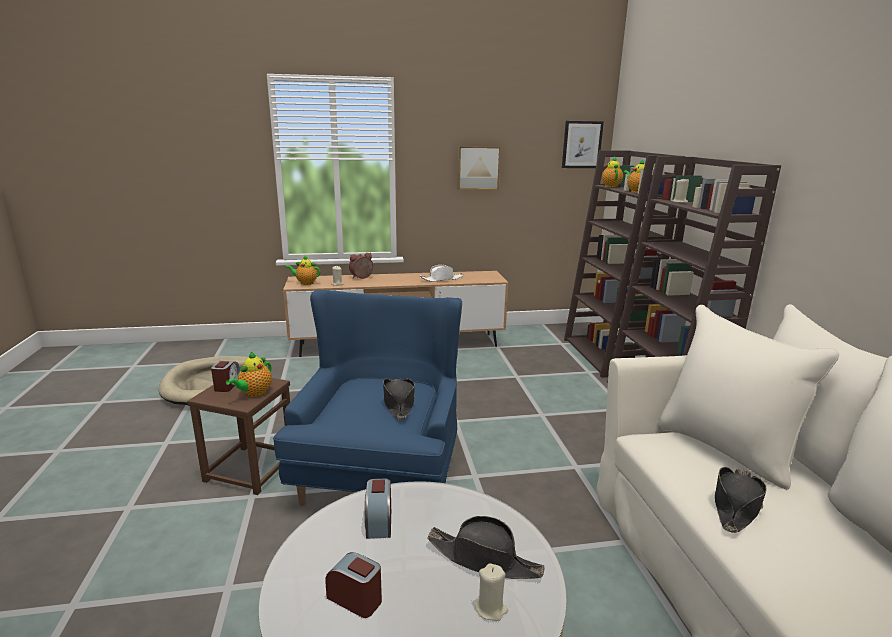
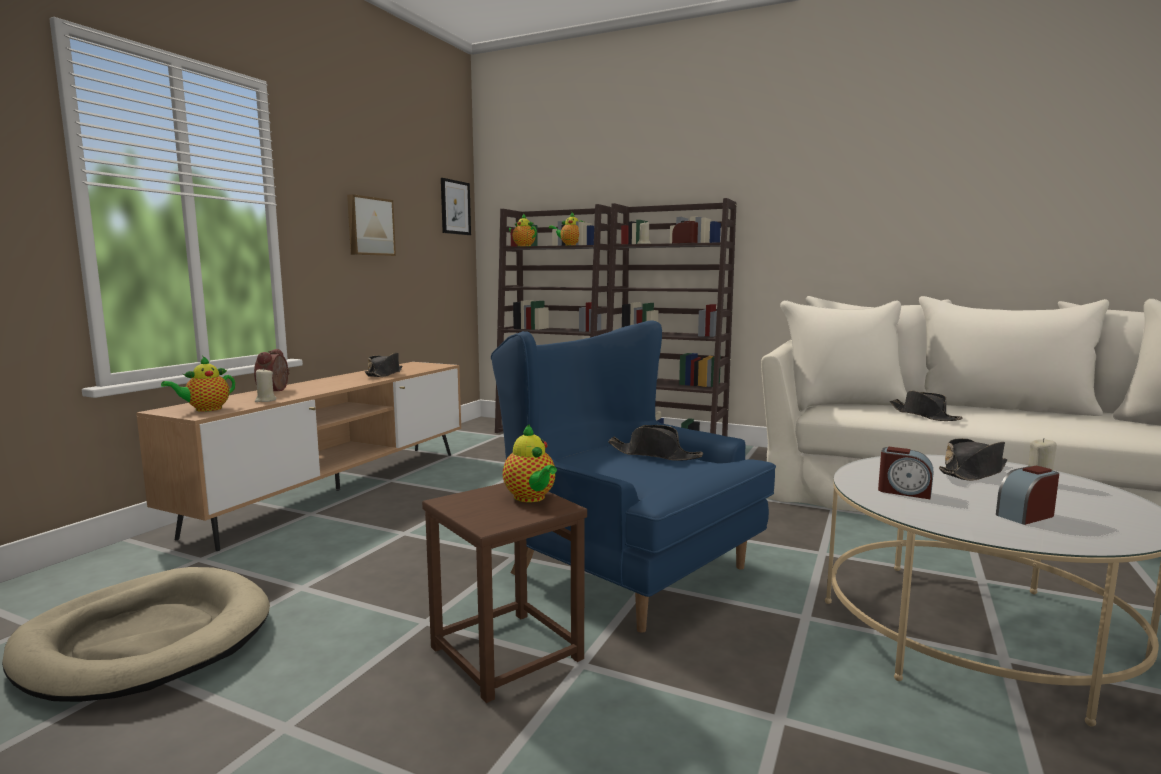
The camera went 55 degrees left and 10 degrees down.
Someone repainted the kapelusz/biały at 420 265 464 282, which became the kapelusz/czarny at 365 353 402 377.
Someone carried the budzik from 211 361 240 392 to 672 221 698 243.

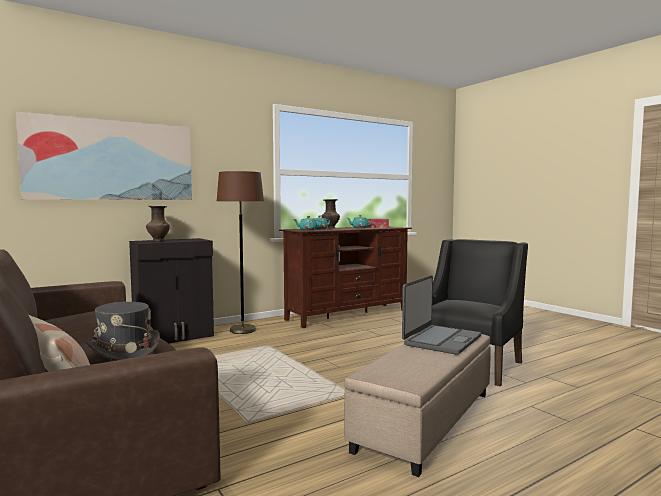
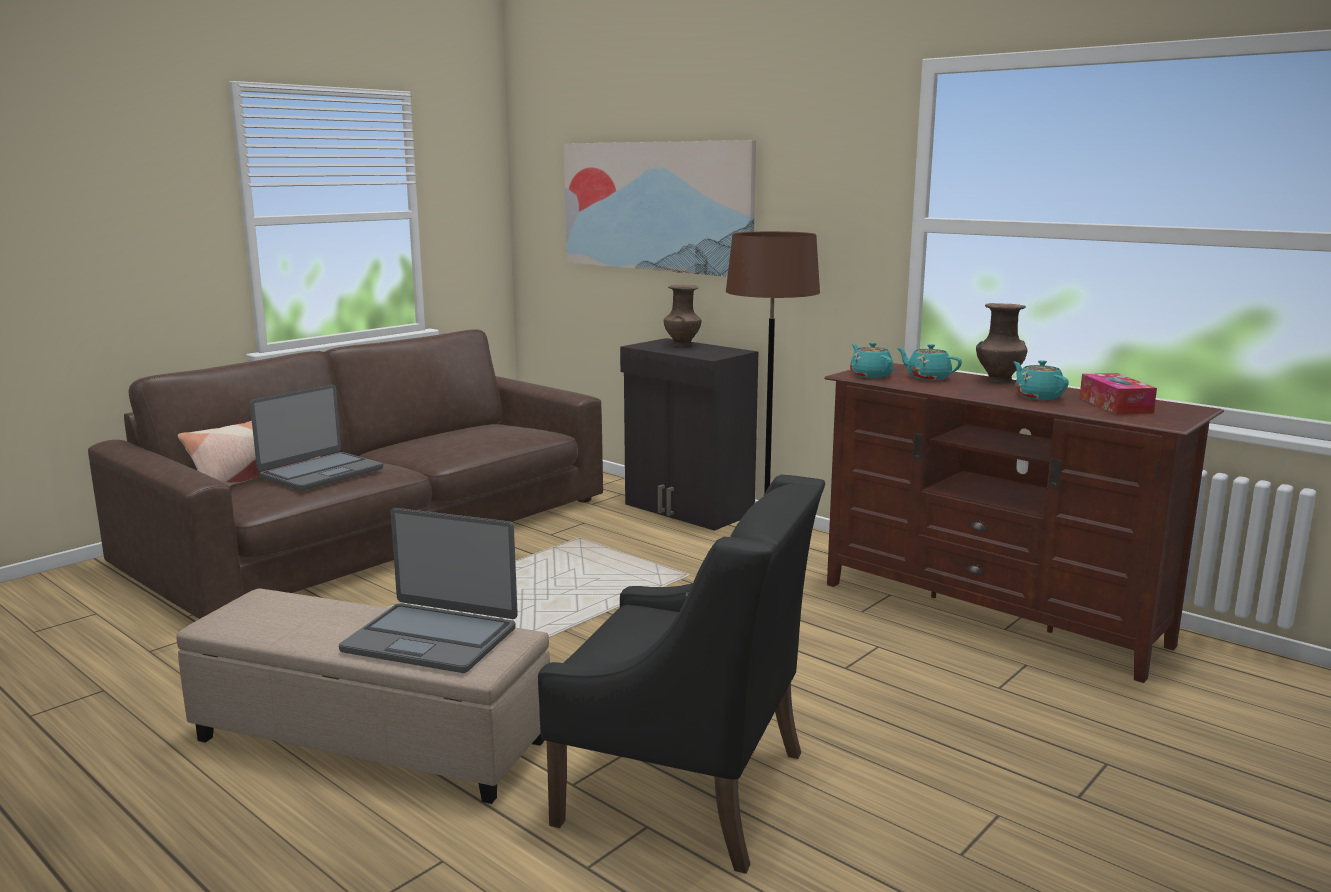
The camera went 75 degrees right and 10 degrees up.
Someone swapped the kapelusz/szary at 85 302 160 361 for the laptop at 250 384 383 491.

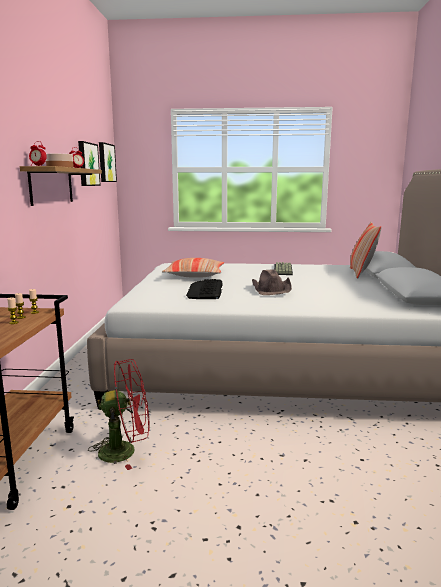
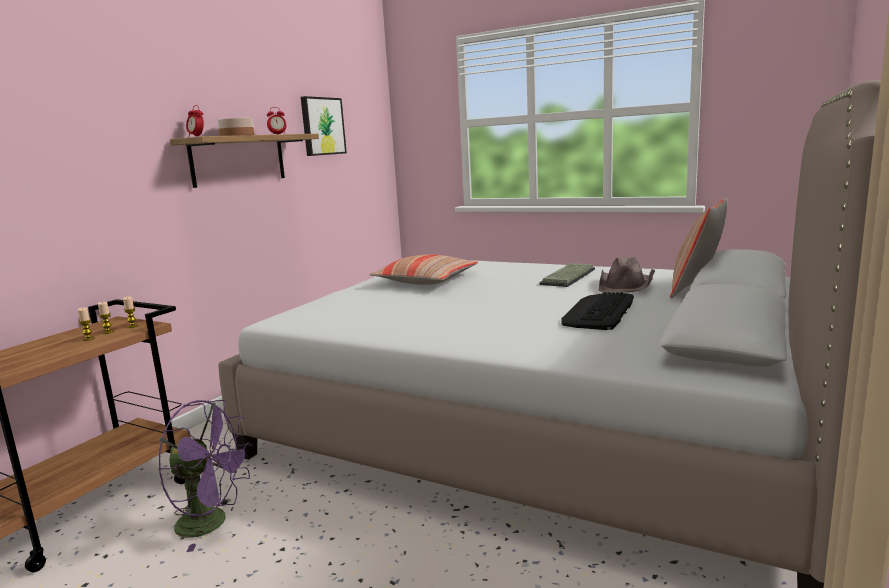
The camera went 25 degrees right and 0 degrees up.
Someone took away the obraz at 99 142 117 182.
Someone carried the kapelusz/brązowy from 252 269 292 295 to 599 257 655 293.
Someone carried the klawiatura from 186 279 223 299 to 561 292 634 330.
Someone repainted the wentylator/czerwony at 88 359 150 470, which became the wentylator/fioletowy at 158 400 253 552.

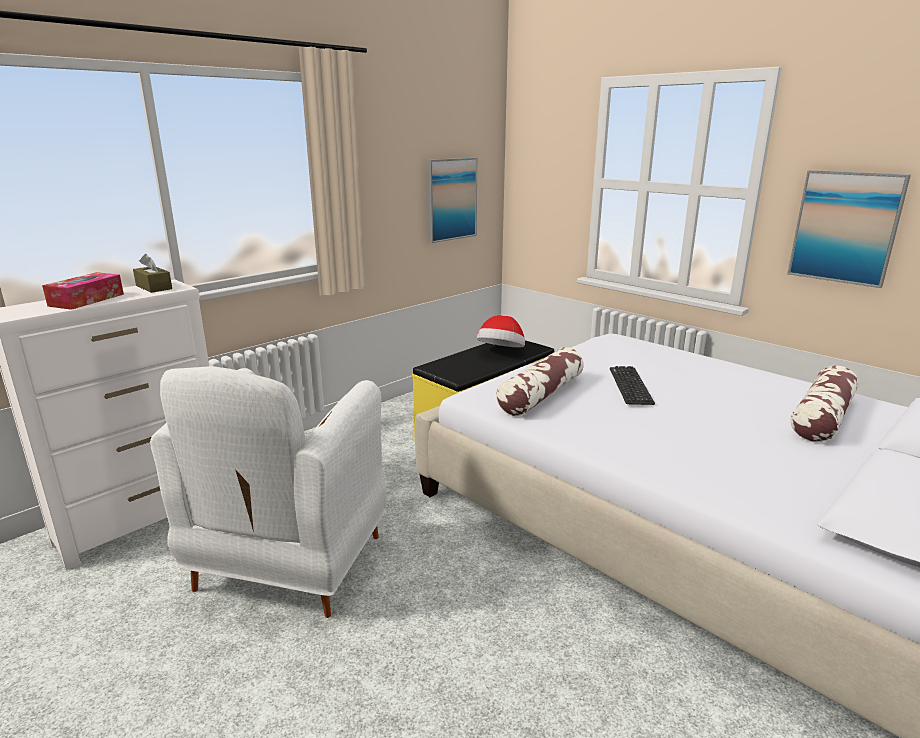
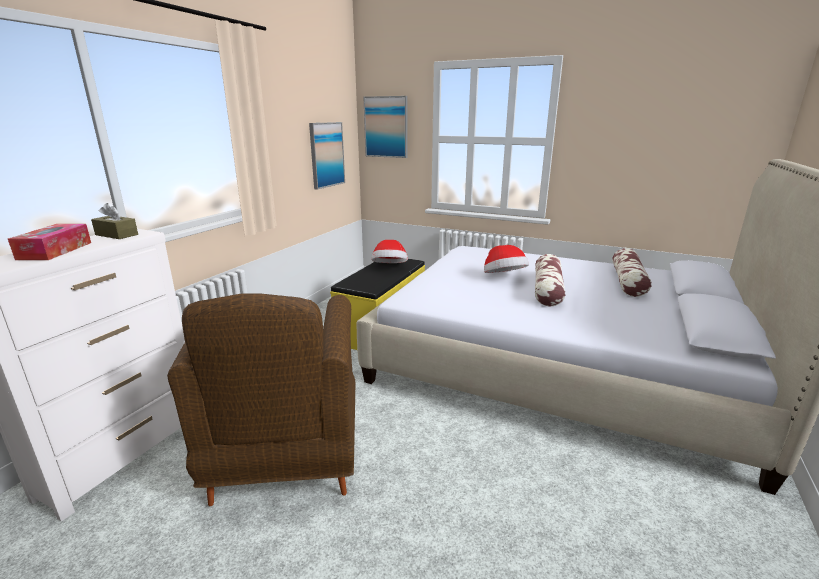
The camera went 20 degrees left and 0 degrees up.
Someone carried the obraz from 787 170 911 288 to 363 96 408 158.
Someone carried the poduszka from 496 347 584 416 to 535 254 566 306.
Someone repainted the fotel/biały at 150 366 386 618, which became the fotel/brązowy at 167 294 356 506.
Someone swapped the klawiatura at 610 366 655 405 for the kapelusz at 484 245 529 273.

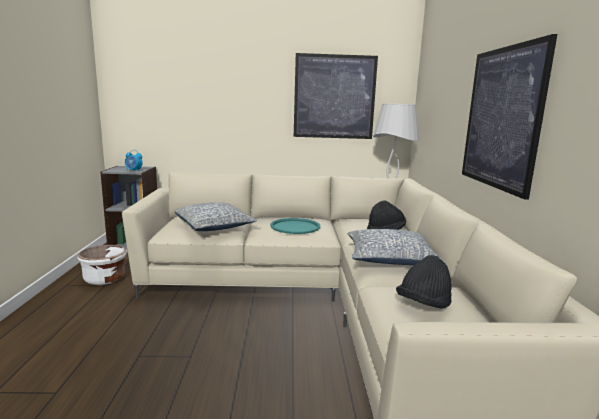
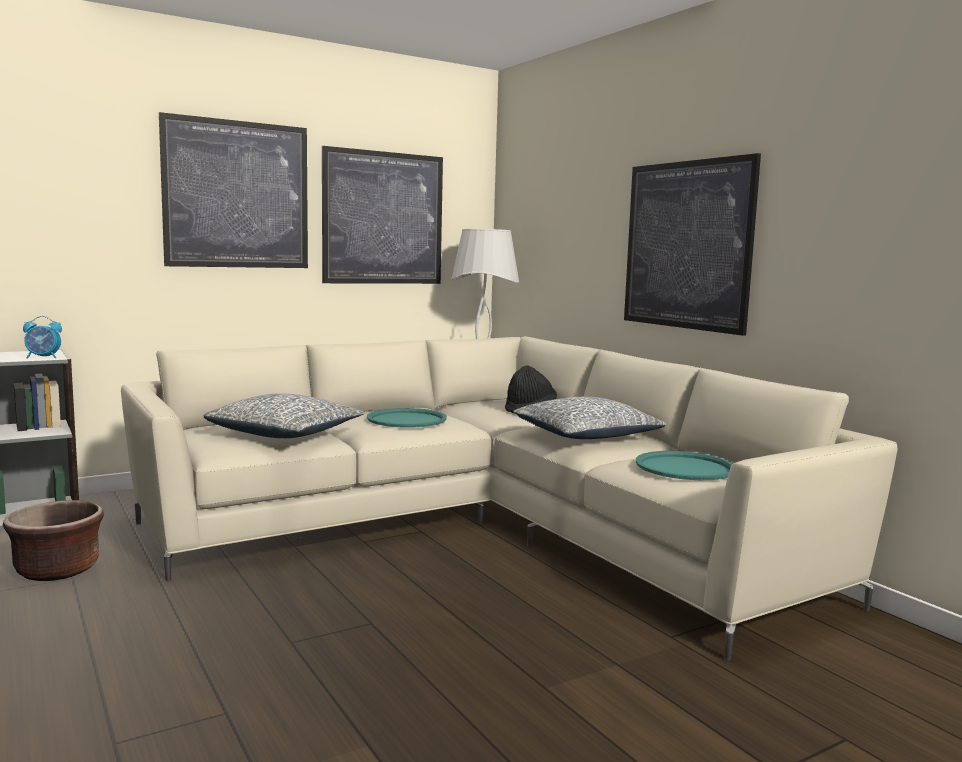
The camera went 30 degrees left and 5 degrees down.
Someone repainted the donica/biały at 77 245 127 285, which became the donica/brązowy at 3 500 104 581.
Someone swapped the kapelusz/czarny at 396 255 452 308 for the taca/turkusowy at 636 451 733 480.
Someone put up the obraz at 159 112 308 268.

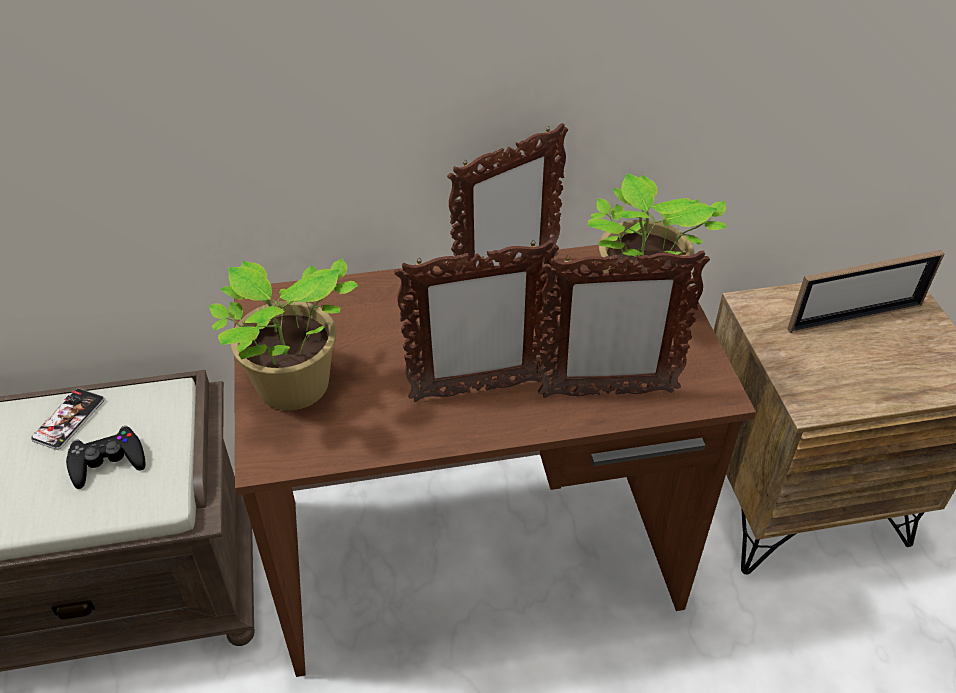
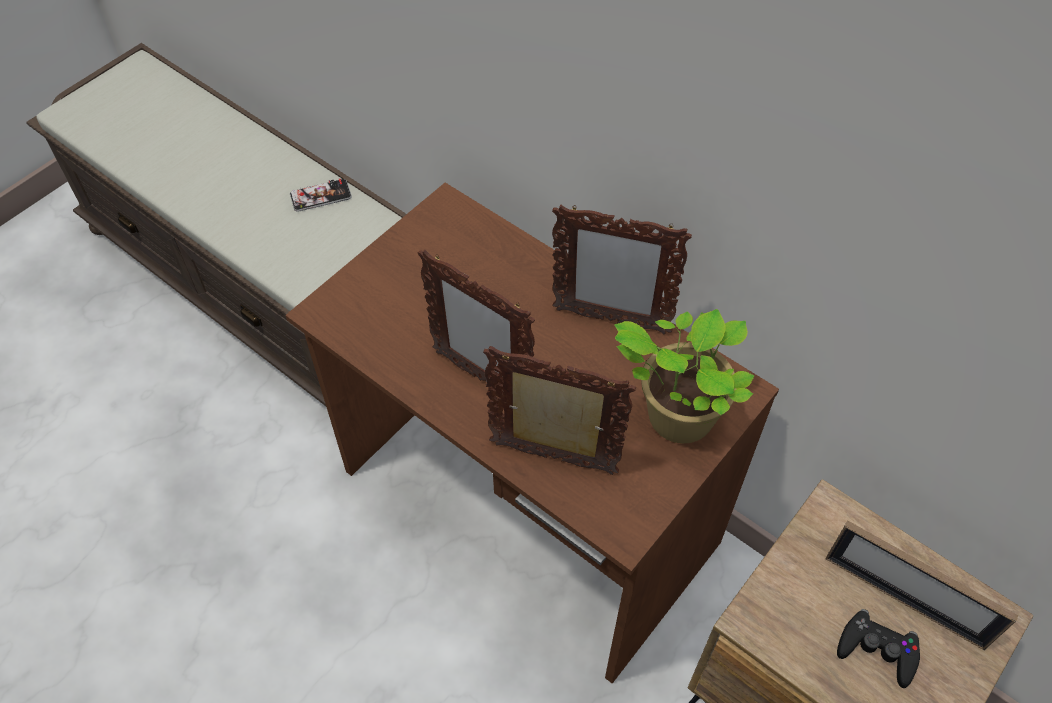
The camera went 50 degrees right and 10 degrees up.
Someone rotated the ramka na zdjęcie at 538 249 710 398 by 150 degrees clockwise.
Someone took away the roślina doniczkowa at 209 258 359 410.
Someone carried the pad do gier/czarny from 66 426 146 489 to 837 609 920 688.

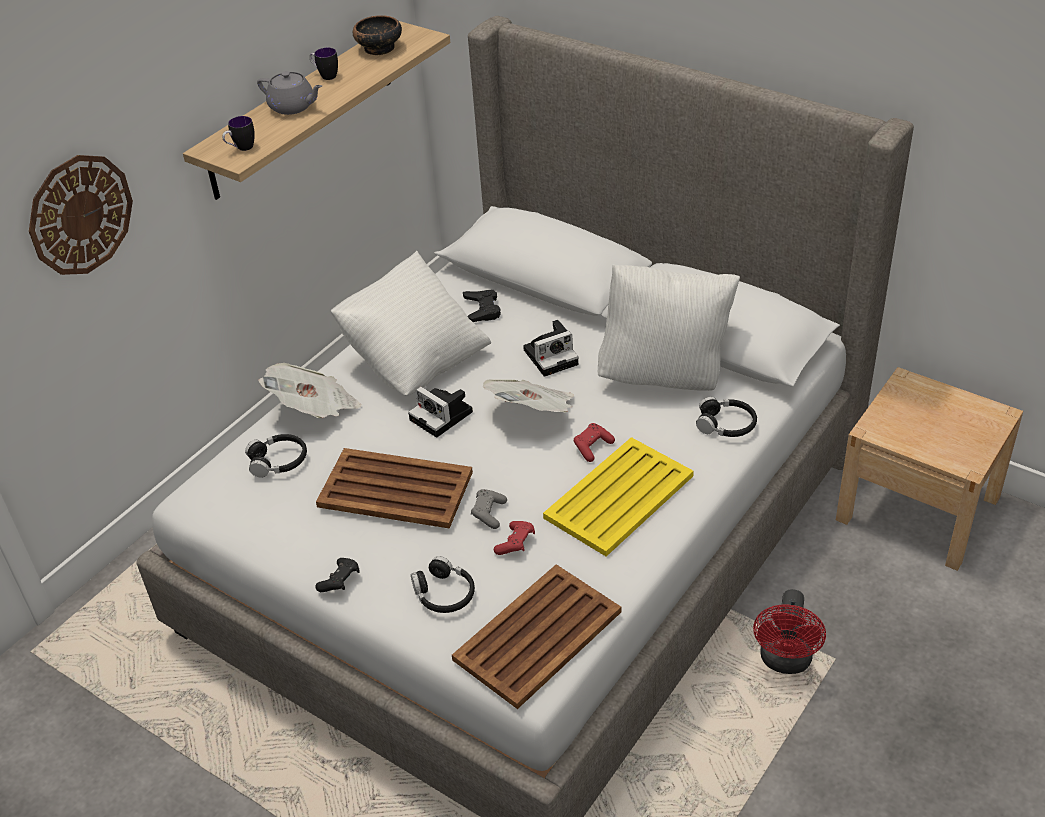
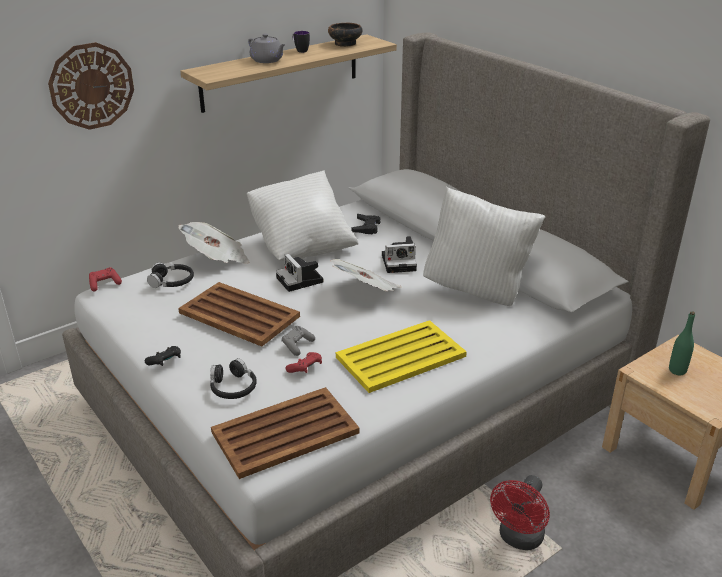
The camera went 15 degrees right and 10 degrees down.
Someone took away the kubek at 222 116 255 151.
Someone took away the słuchawki/czarny at 696 397 757 437.
Someone carried the pad do gier/czerwony from 573 423 615 462 to 89 267 122 292.
Someone put down the butelka/zielony at 669 311 695 375.

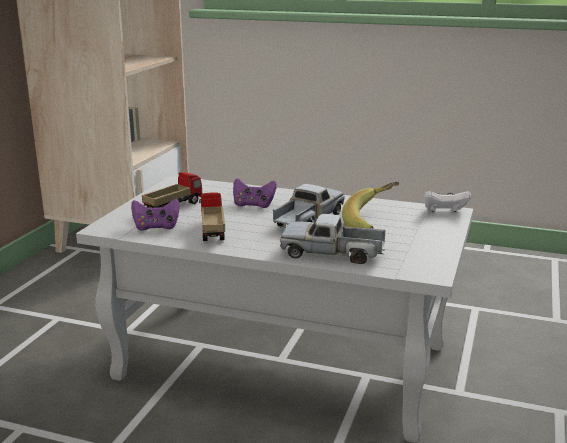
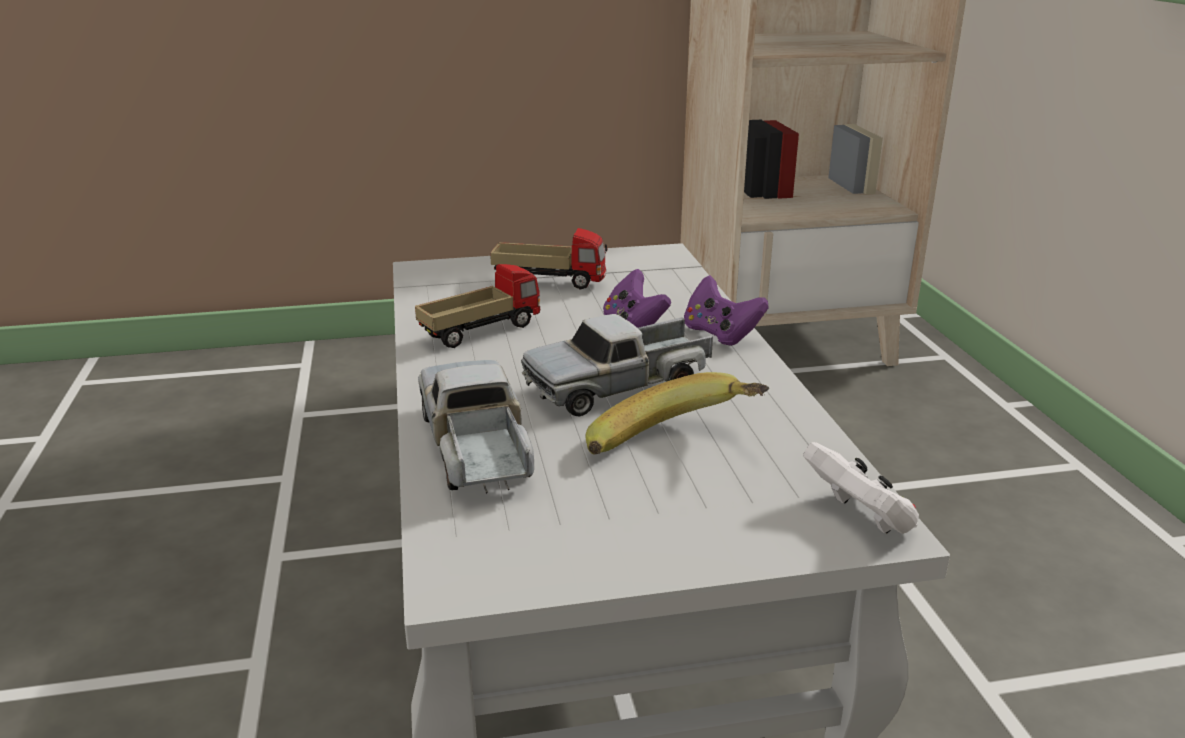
The camera went 60 degrees right and 5 degrees up.
Someone rotated the ciężarówka zabawkowa at 273 184 345 228 by 150 degrees clockwise.
Someone carried the pad do gier/fioletowy from 131 198 180 230 to 684 275 769 346.

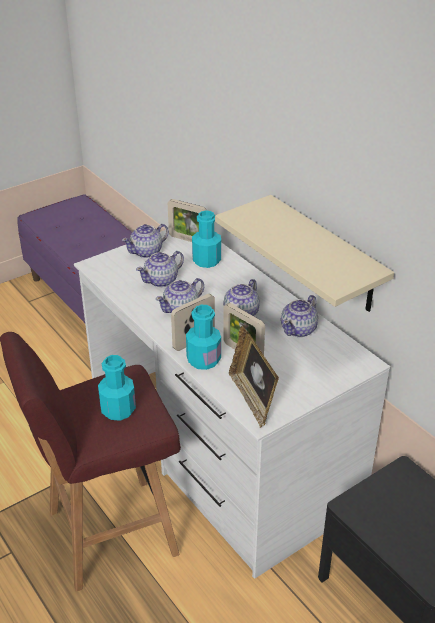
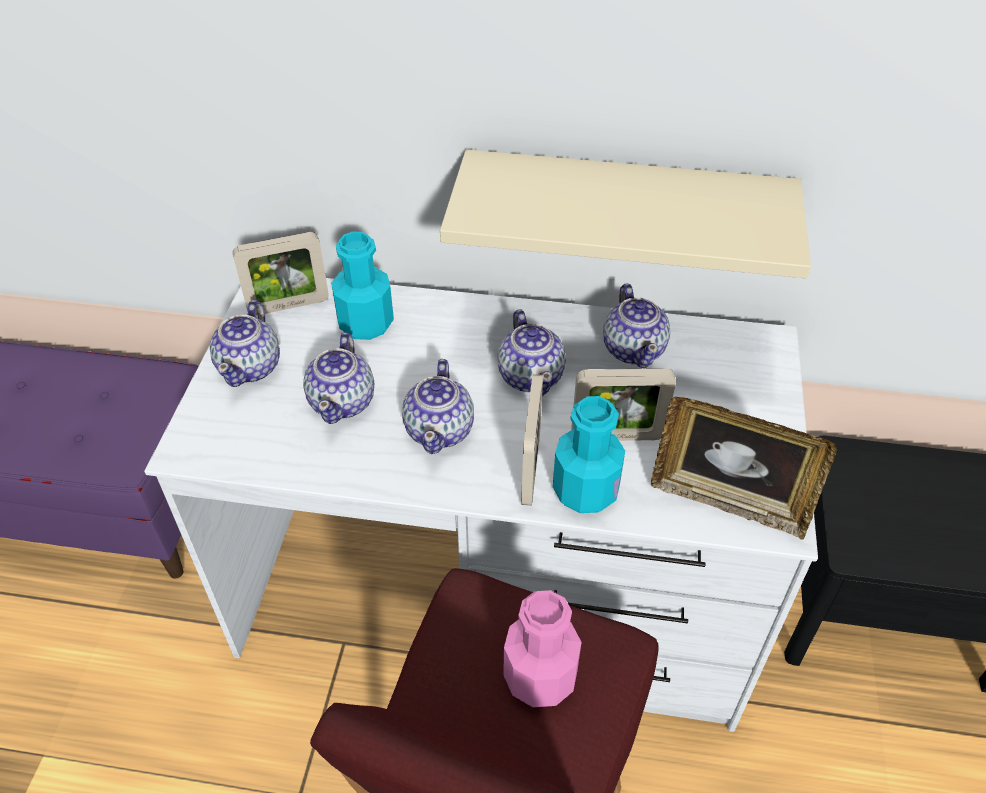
The camera went 45 degrees left and 10 degrees up.
Someone repainted the butelka/turkusowy at 98 355 136 421, which became the butelka/różowy at 503 590 582 707.

